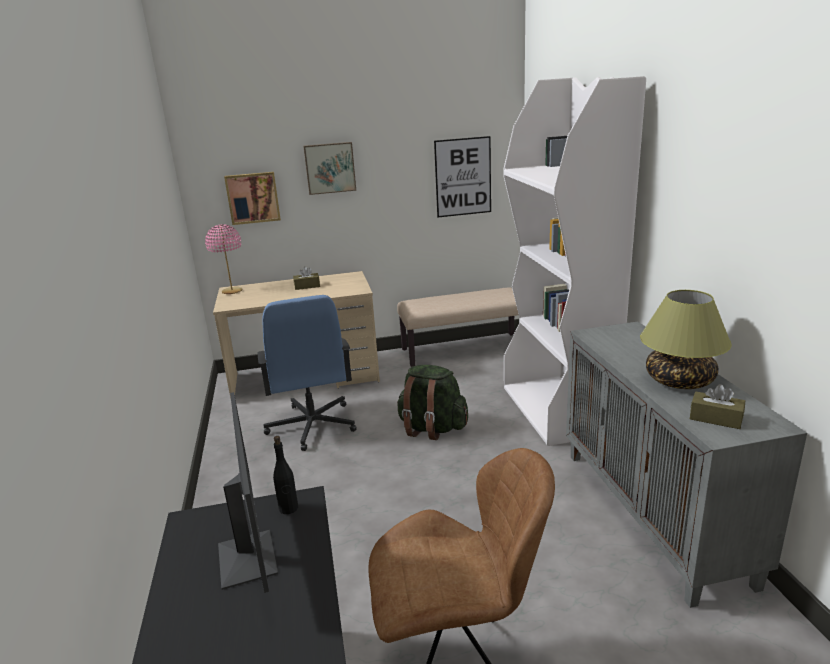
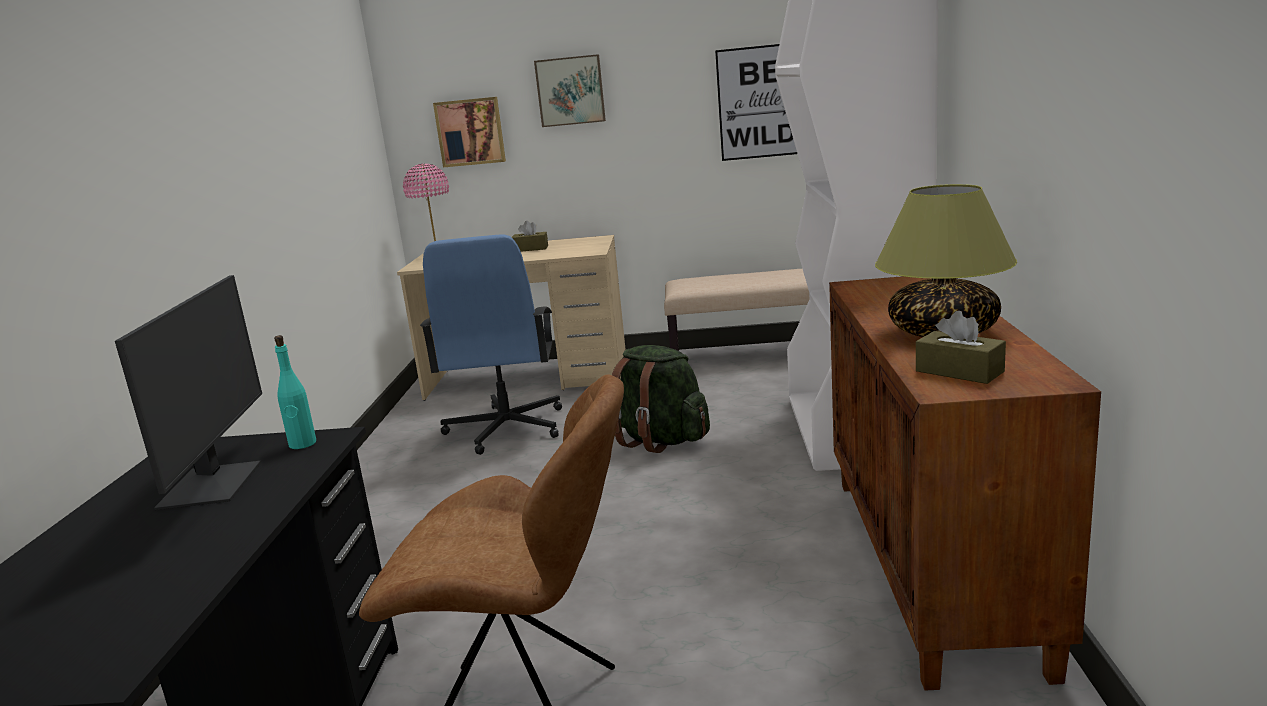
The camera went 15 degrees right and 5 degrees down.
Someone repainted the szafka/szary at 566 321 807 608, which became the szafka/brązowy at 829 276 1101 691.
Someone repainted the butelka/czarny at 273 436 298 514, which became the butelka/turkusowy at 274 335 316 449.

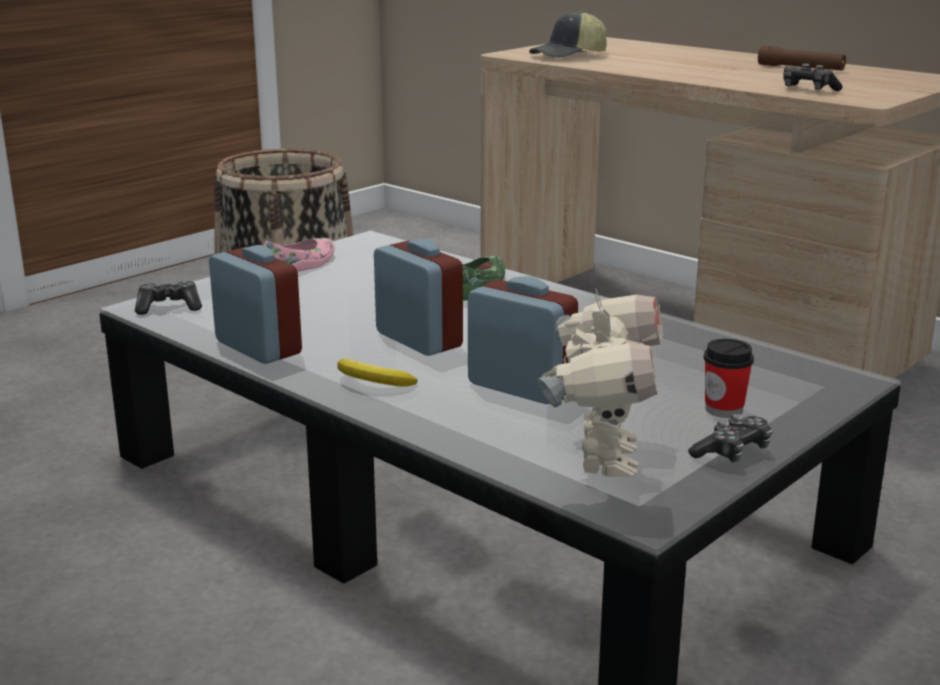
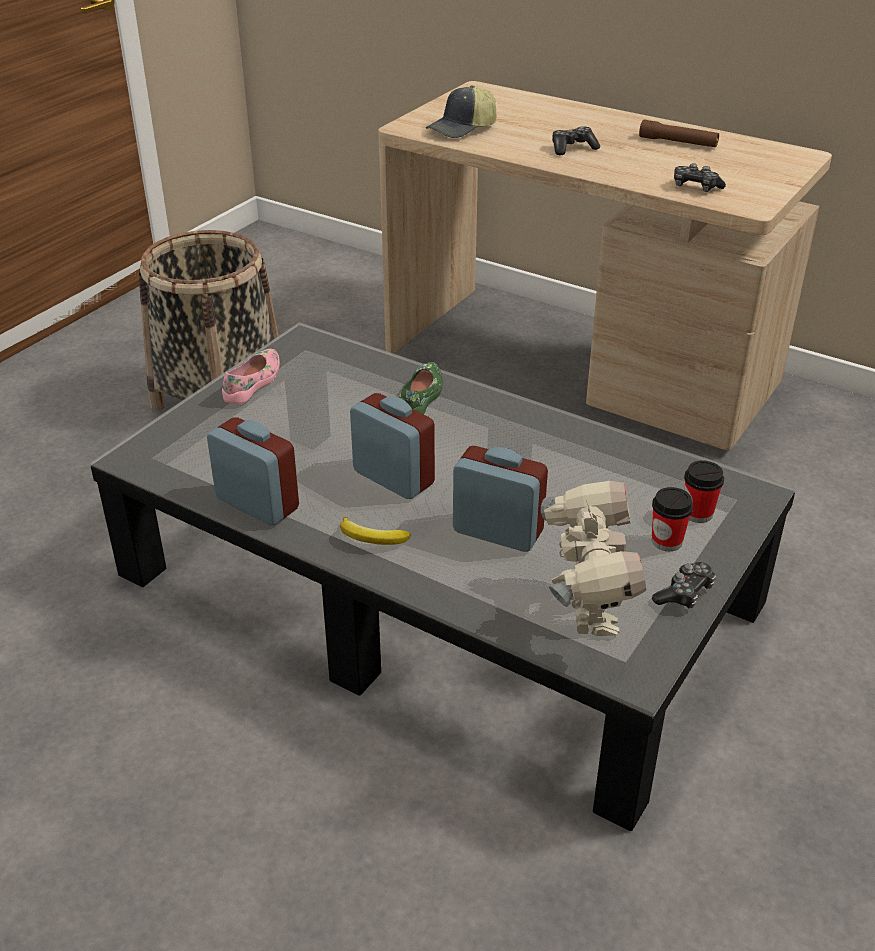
The camera went 10 degrees left and 15 degrees up.
Someone carried the pad do gier from 135 281 202 315 to 552 126 600 155.
Someone put down the filiżanka at 684 460 724 523.

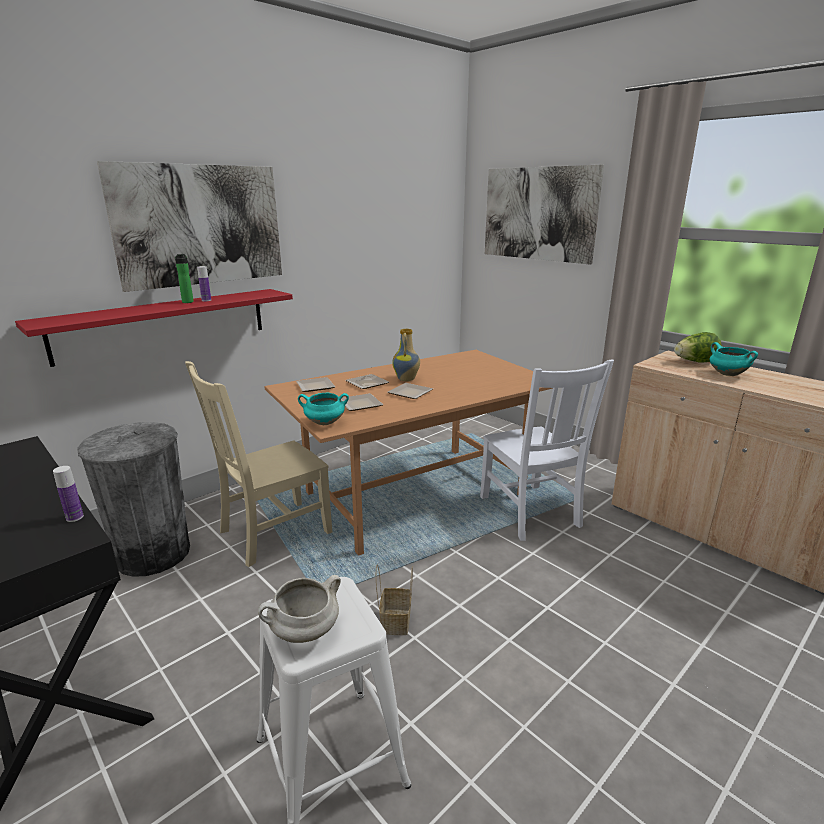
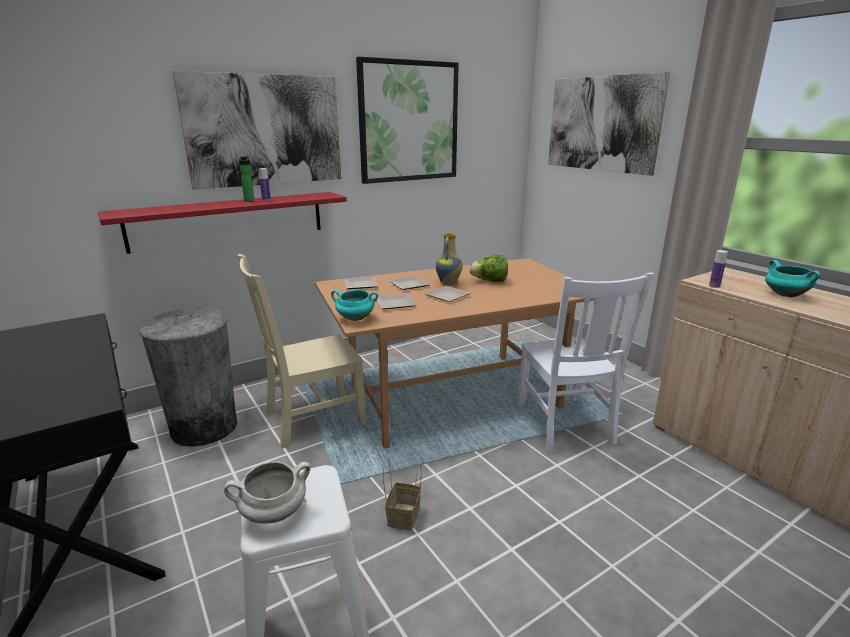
The camera went 10 degrees right and 0 degrees up.
Someone carried the sałata from 674 332 722 363 to 469 255 508 282.
Someone carried the butelka from 53 466 84 522 to 709 250 728 288.
Someone put up the obraz at 356 57 459 184.

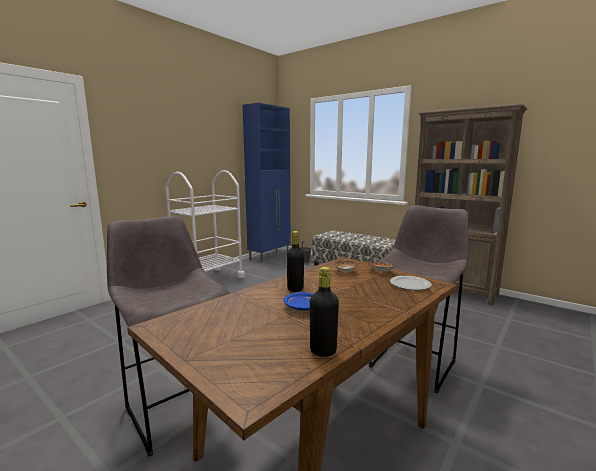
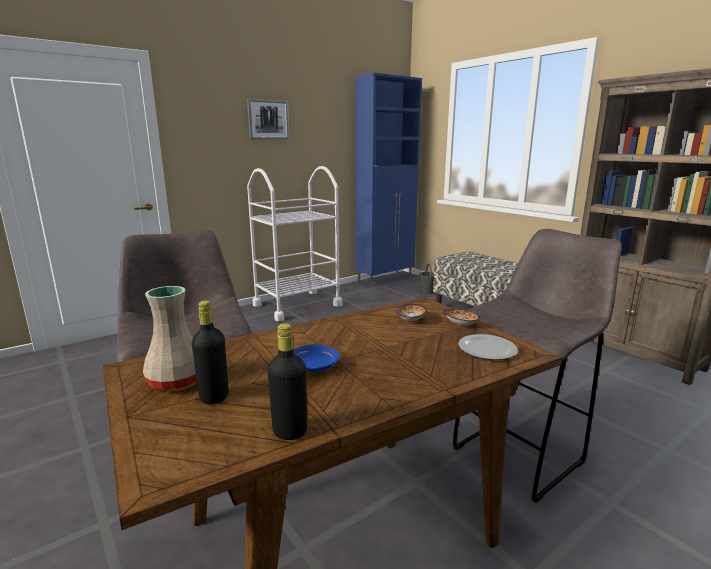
The camera went 15 degrees right and 5 degrees up.
Someone carried the butelka/czarny from 287 231 304 292 to 192 301 229 405.
Someone put up the obraz at 247 98 290 140.
Someone put down the wazon/beżowy at 143 286 197 392.

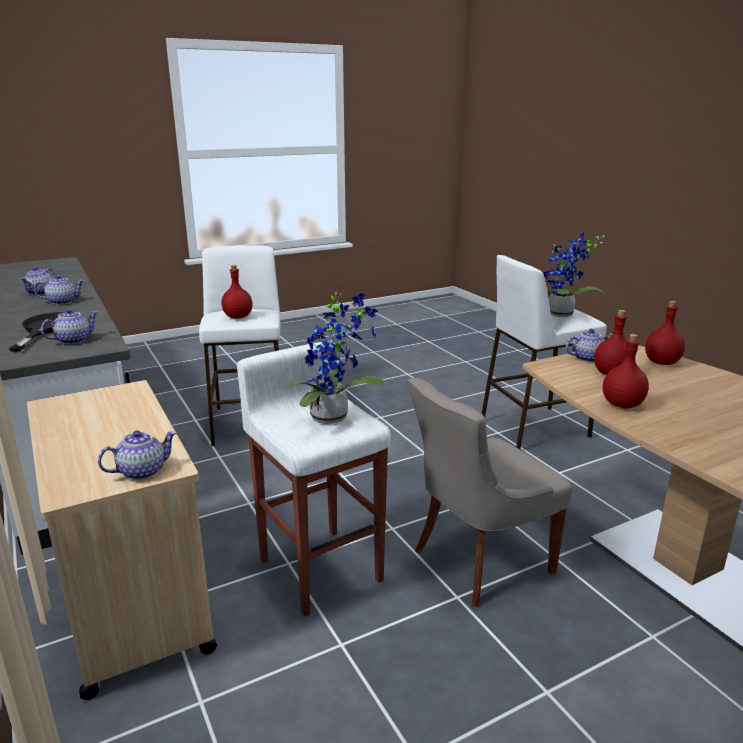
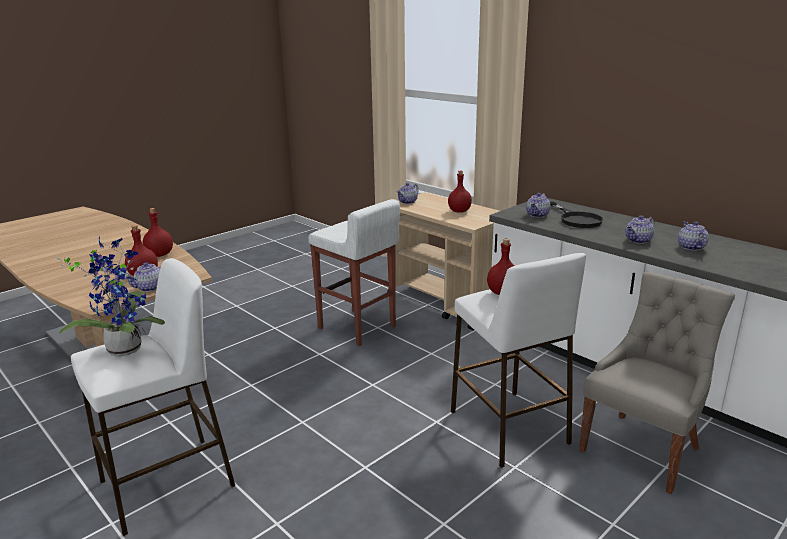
The camera went 165 degrees right and 0 degrees up.
Someone took away the roślina doniczkowa at 286 292 385 424.
Someone carried the butelka/czerwony from 645 301 685 365 to 448 171 472 213.
Someone carried the krzesło/szary from 407 378 572 607 to 579 271 735 494.

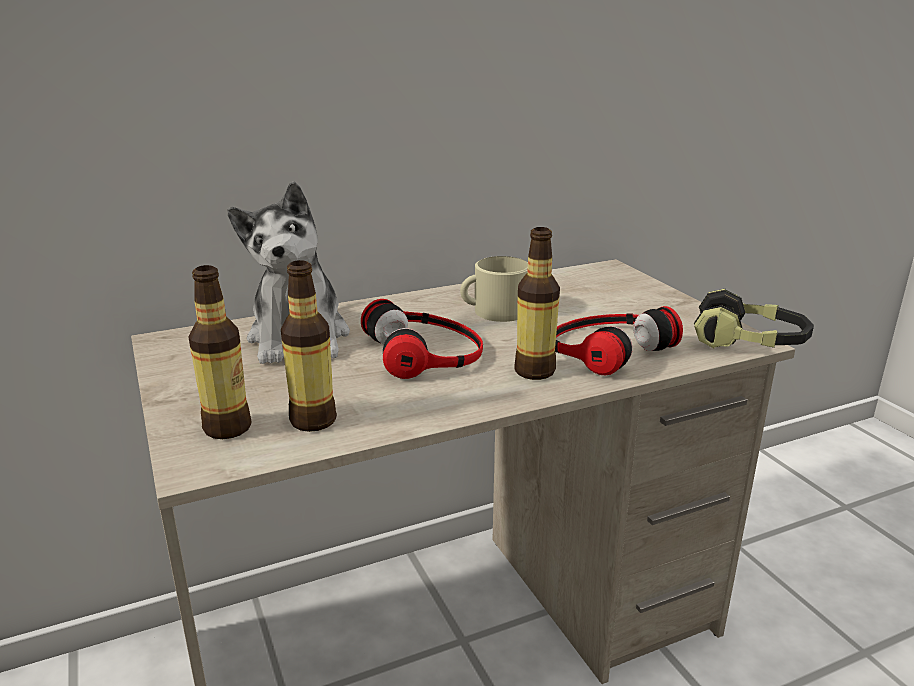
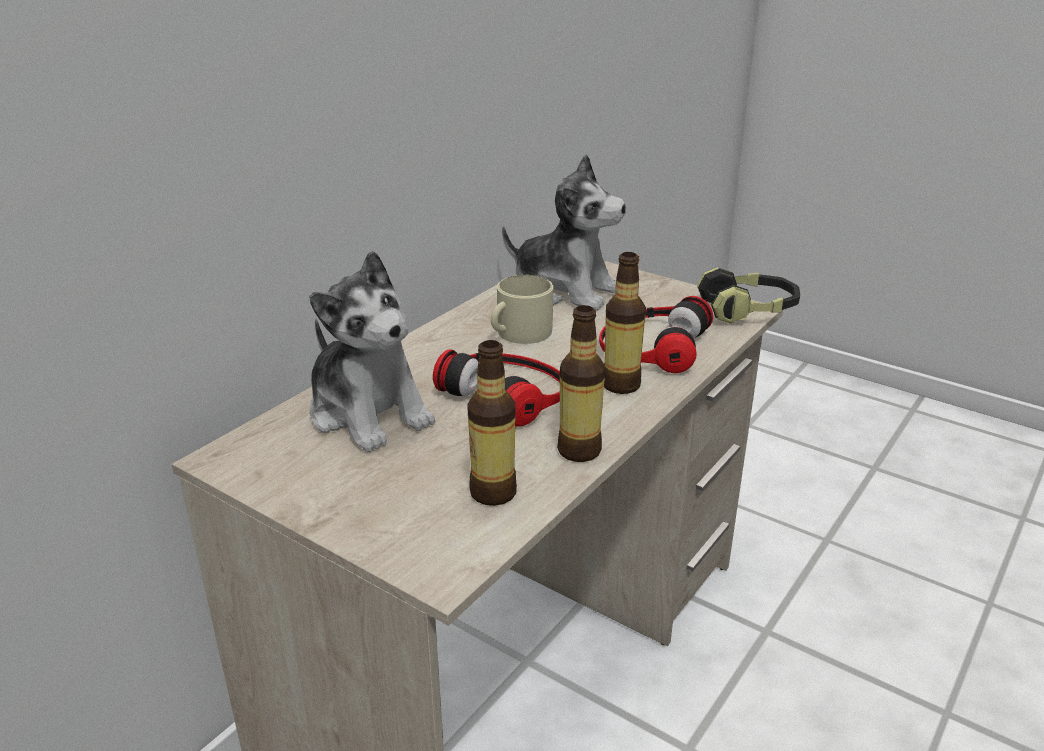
The camera went 30 degrees left and 5 degrees up.
Someone carried the butelka from 189 265 251 439 to 557 305 605 462.
Someone put down the pluszak at 502 154 626 311.

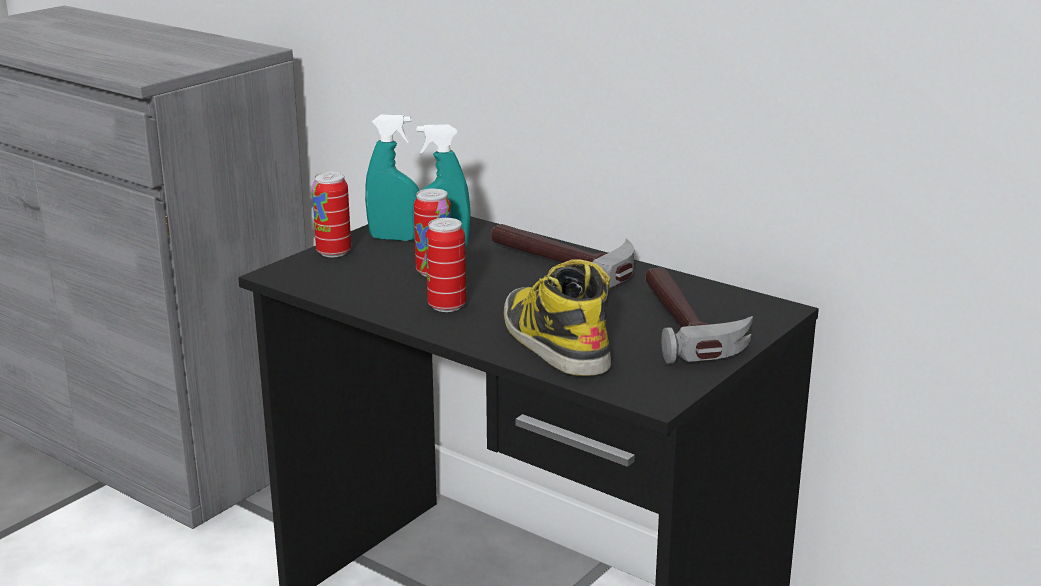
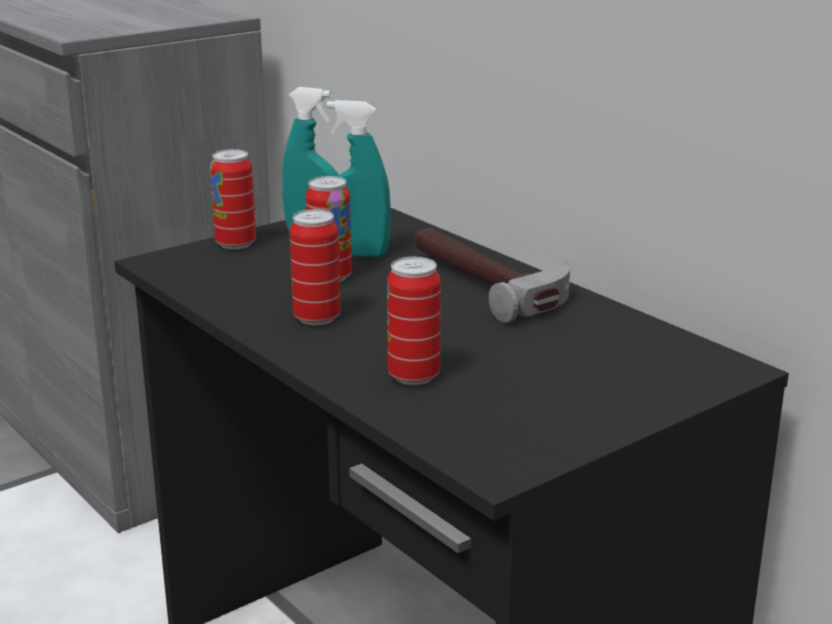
The camera went 15 degrees right and 0 degrees up.
Someone swapped the but z cholewką at 504 259 611 376 for the puszka at 387 257 441 385.
Someone took away the młotek at 646 268 753 364.

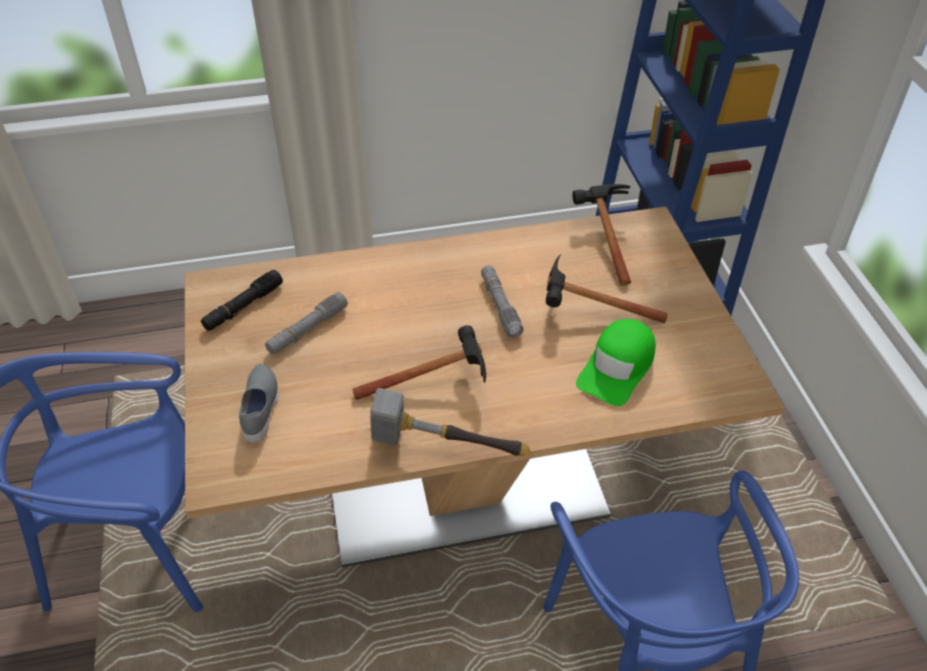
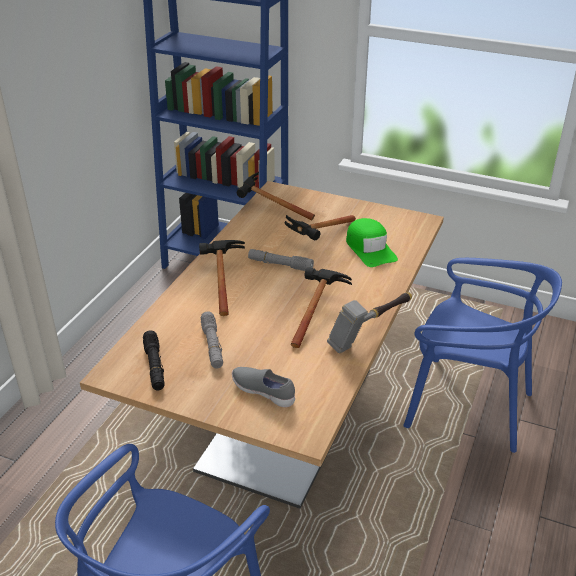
The camera went 55 degrees left and 10 degrees down.
Someone put down the młotek at 199 240 245 316.

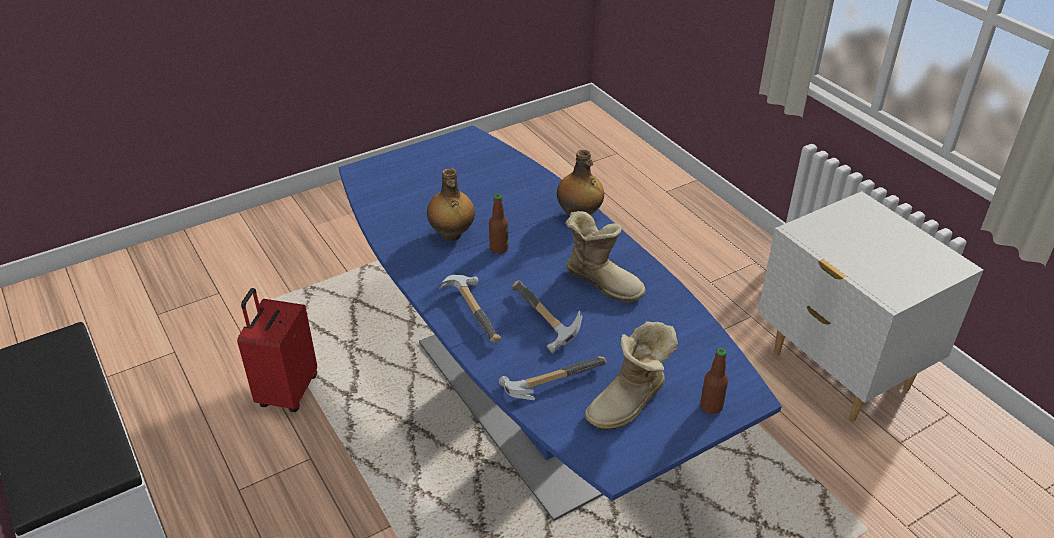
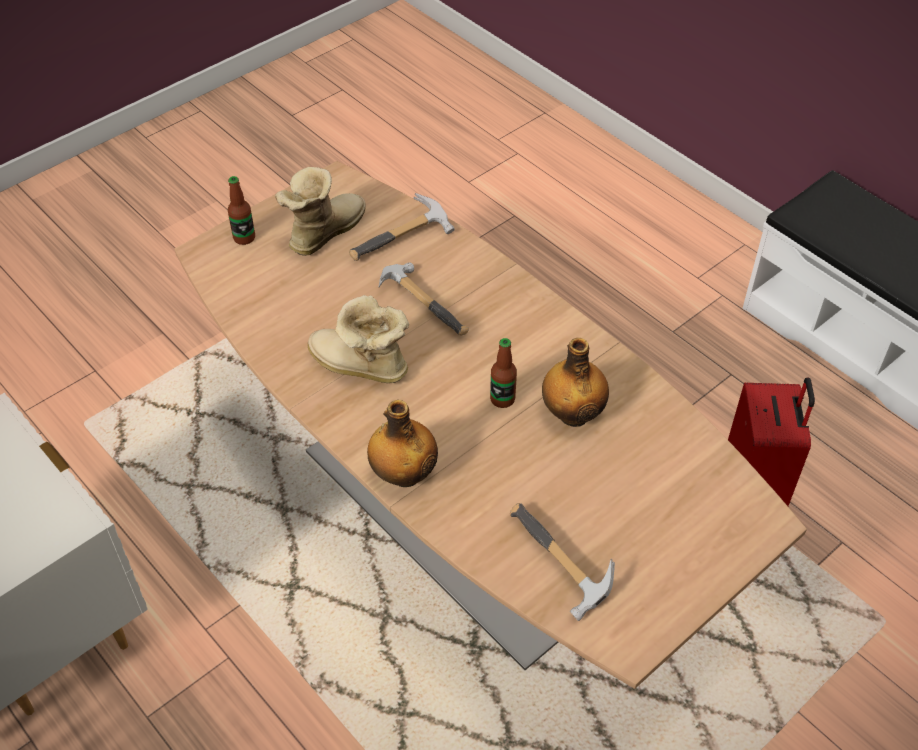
The camera went 170 degrees right and 10 degrees up.
Someone repainted the stół jadalny/niebieski at 339 125 782 521, which became the stół jadalny/brązowy at 175 161 807 689.
Someone carried the młotek from 439 275 501 342 to 510 503 615 621.

